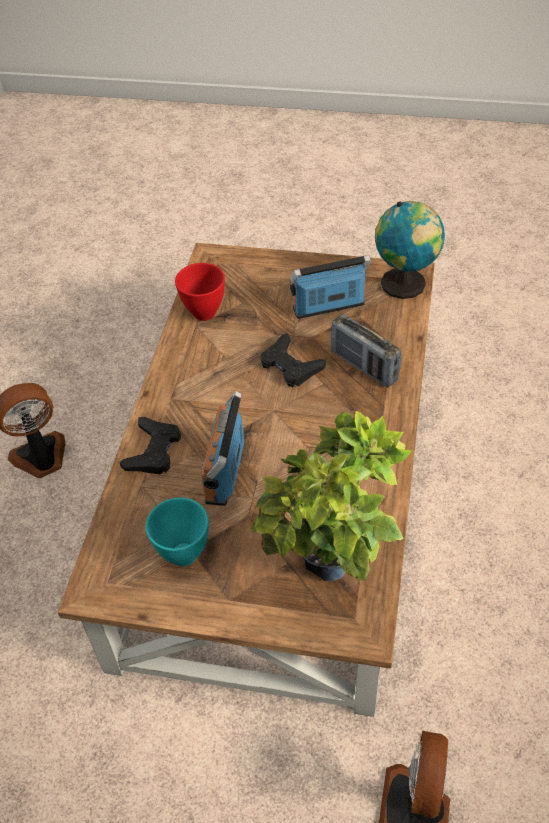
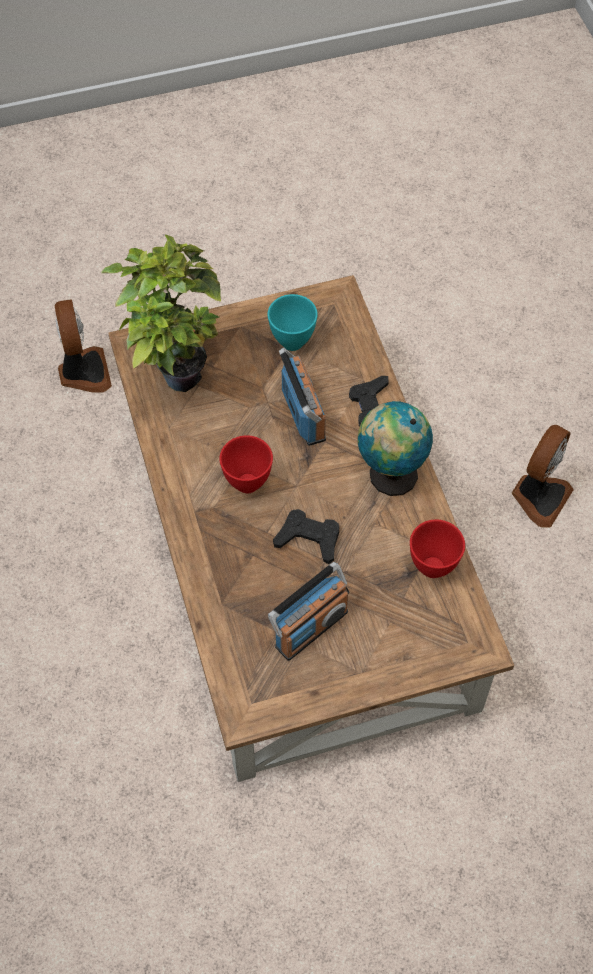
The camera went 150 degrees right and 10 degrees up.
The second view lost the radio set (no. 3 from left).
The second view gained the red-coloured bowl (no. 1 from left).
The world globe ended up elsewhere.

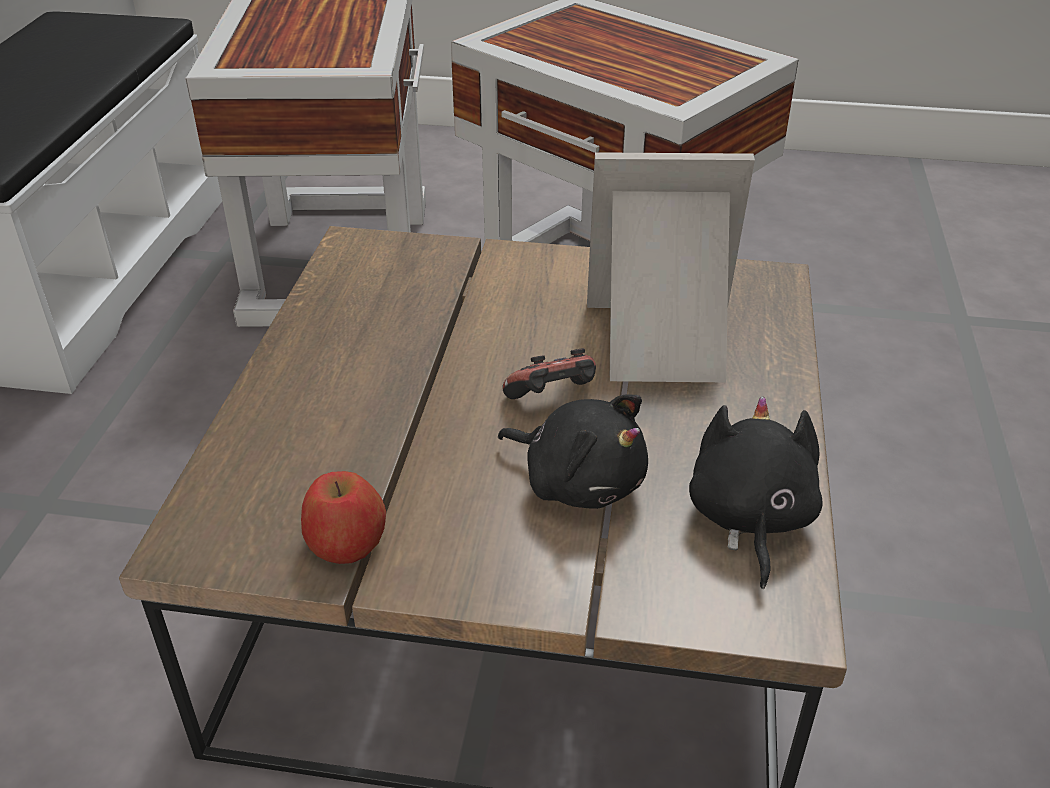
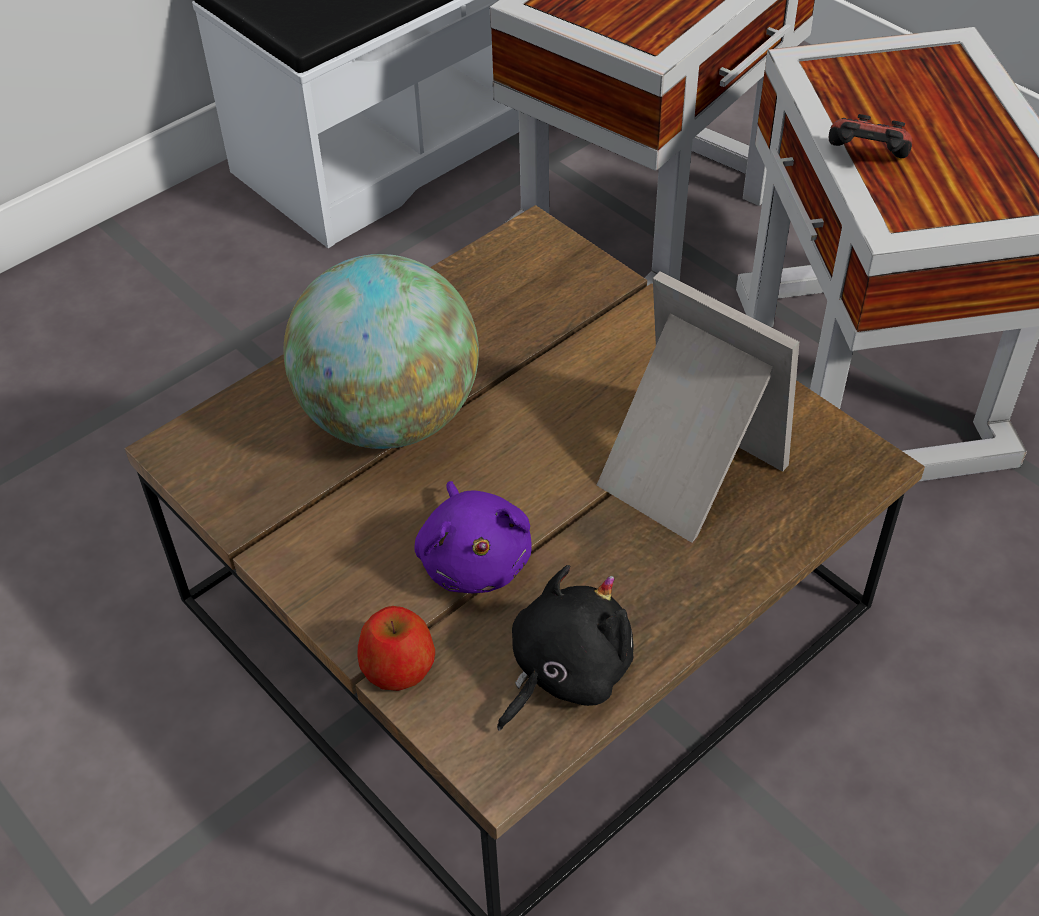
The camera went 40 degrees right and 10 degrees up.
The second view gained the world globe.
The whole apple ended up elsewhere.
The joypad ended up elsewhere.
What was the black-coloured cuddly toy (no. 1 from left) turned into the purple-coloured cuddly toy.

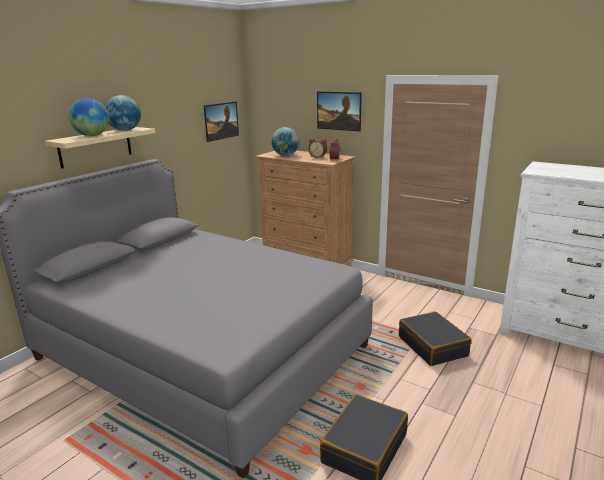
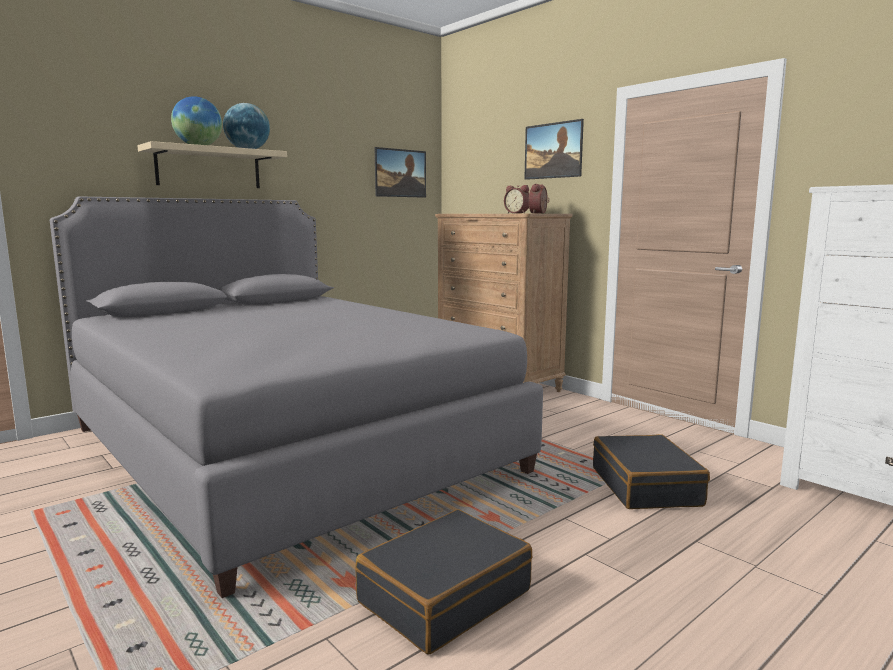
The camera went 15 degrees right and 10 degrees down.
The second view lost the world globe (no. 3 from left).

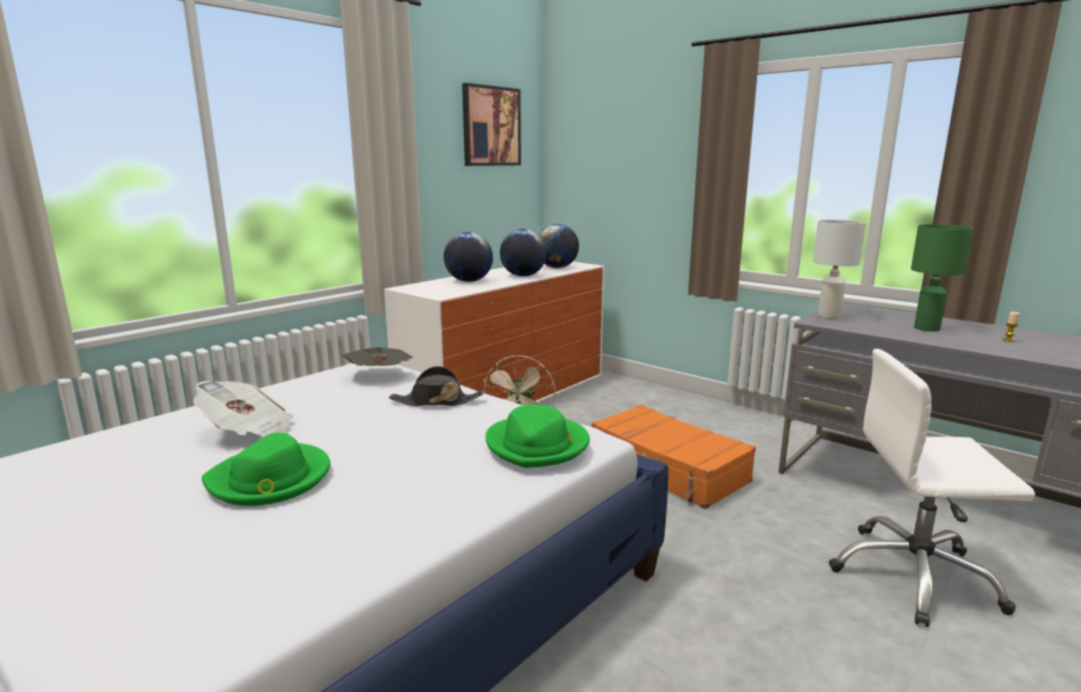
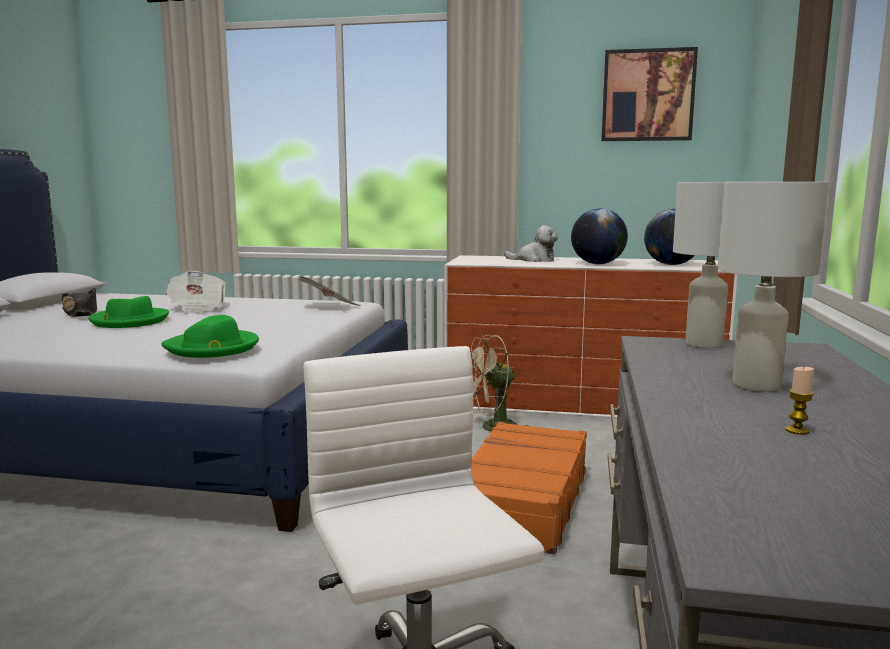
The camera went 60 degrees right and 5 degrees down.
The black-coloured hat ended up elsewhere.
Where the world globe (no. 1 from left) stood, the cuddly toy came to stand.
What was the green tabletop lamp turned into the whitish tabletop lamp (no. 2 from left).

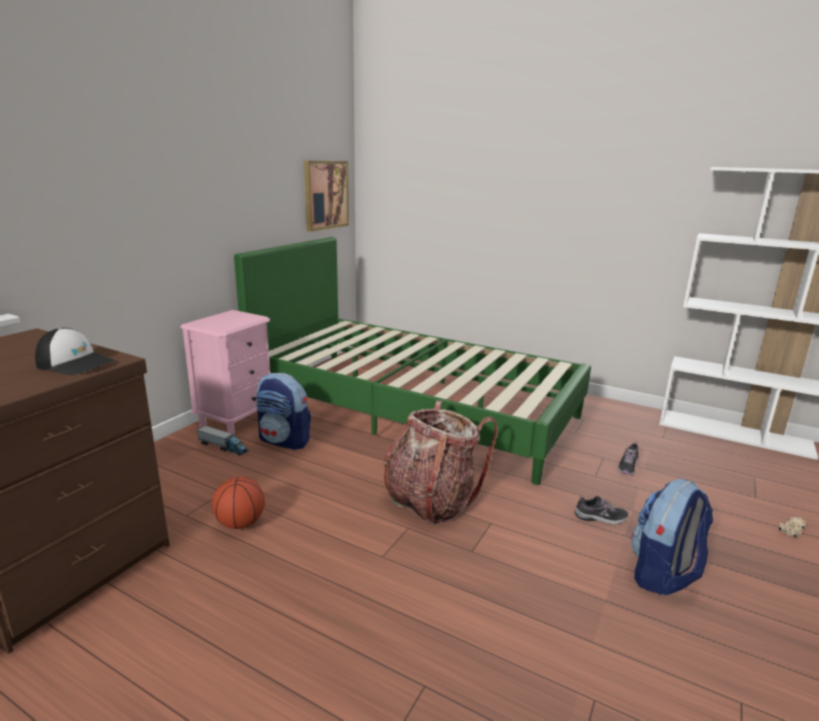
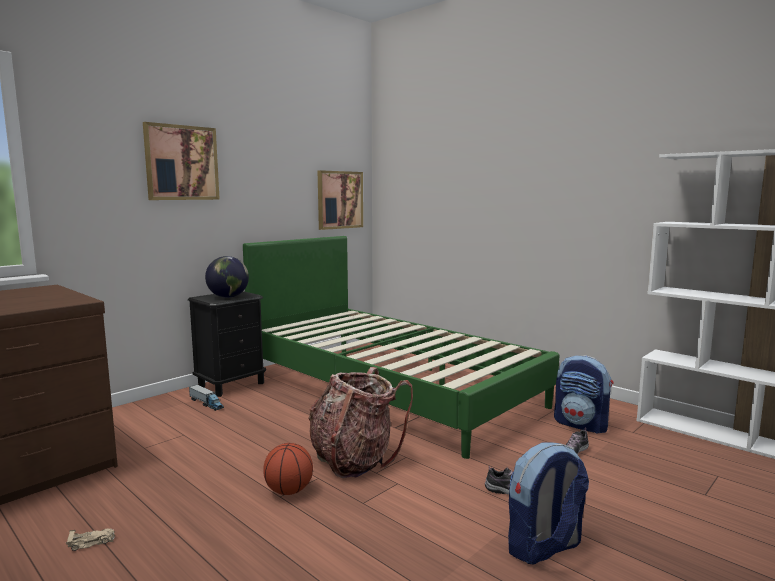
The camera went 15 degrees right and 10 degrees down.
The second view lost the peaked cap.
The second view gained the wall art (no. 1 from left).
The second view gained the world globe.
The basketball ended up elsewhere.
The rucksack (no. 1 from left in the first image) ended up elsewhere.
The beige-coloured model car ended up elsewhere.
What was the pink-coloured bedside table turned into the black-coloured bedside table.

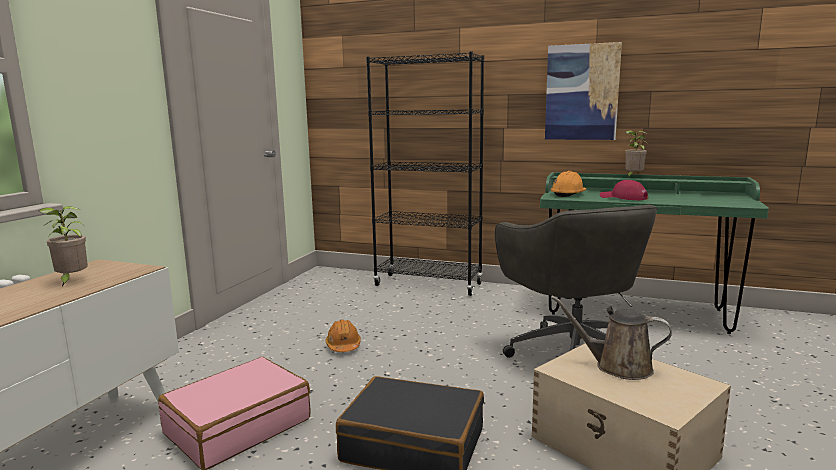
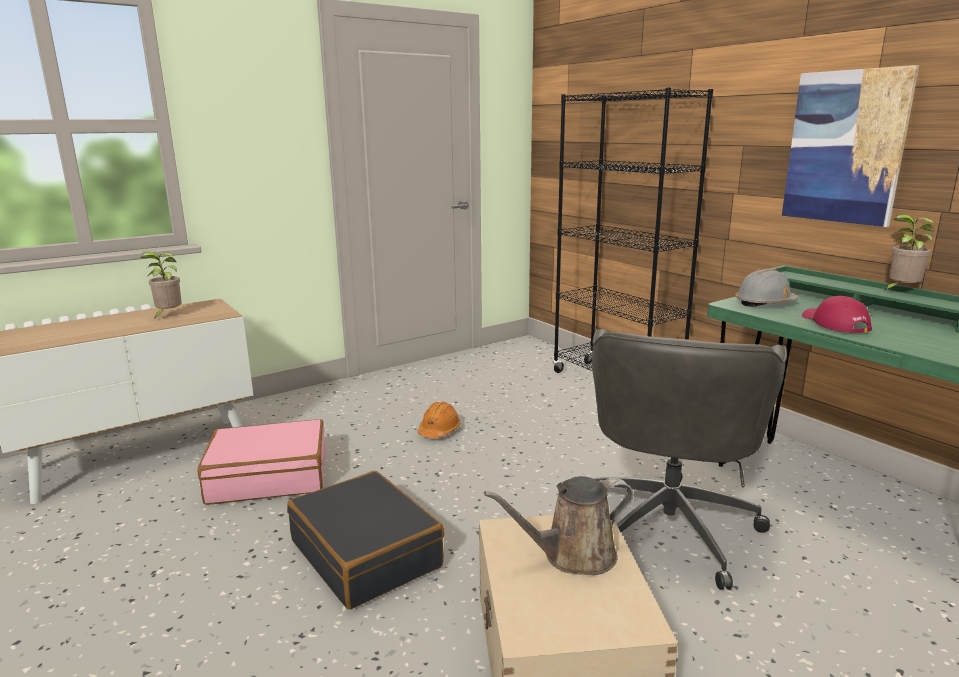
The camera went 35 degrees right and 5 degrees up.
What was the orange hard hat (no. 2 from left) turned into the greyish hard hat.
The brown-coloured watering can ended up facing another way, 75 degrees counterclockwise from before.

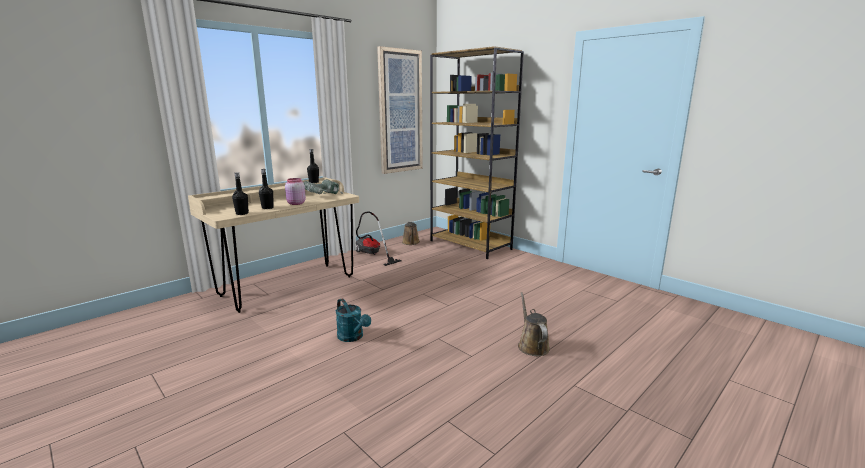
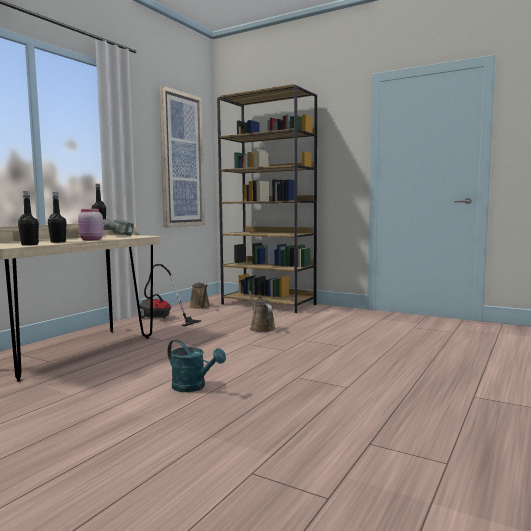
The camera went 15 degrees left and 10 degrees down.
The brown-coloured watering can (no. 2 from left) ended up elsewhere.

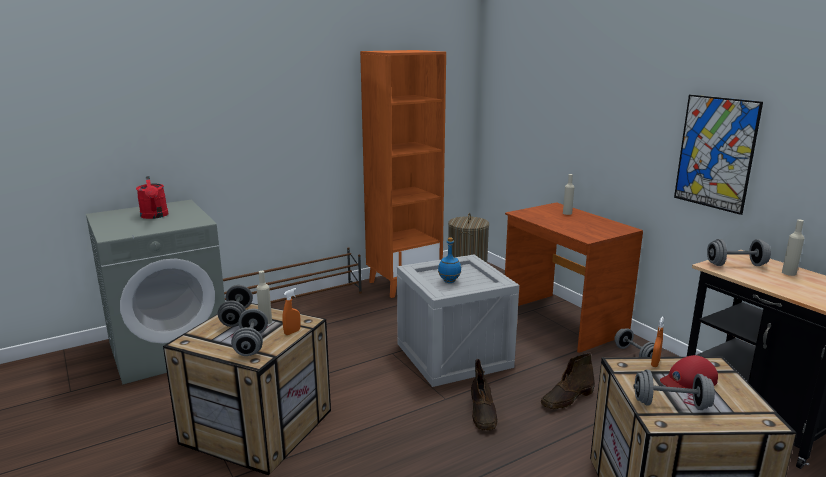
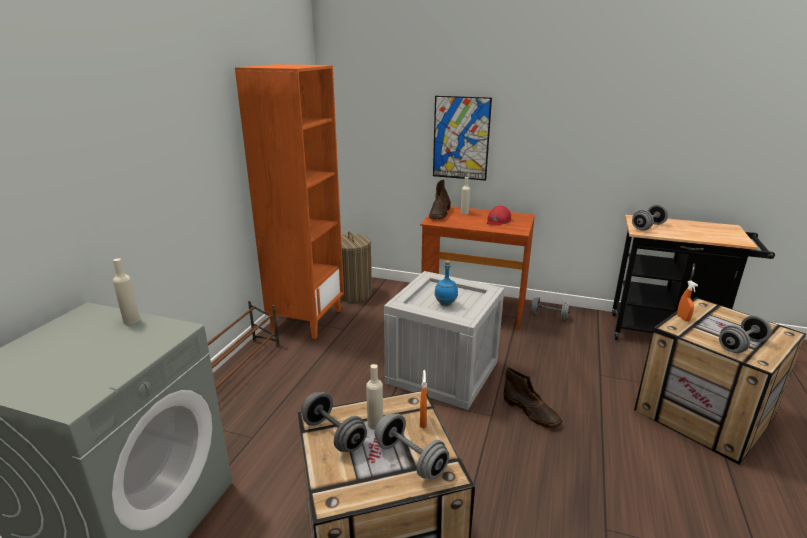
The camera went 40 degrees left and 5 degrees up.
The second view lost the red-coloured watering can.
The brown-coloured tall boot (no. 2 from left in the first image) ended up elsewhere.
The red-coloured peaked cap ended up elsewhere.
The wall art ended up elsewhere.
The beige-coloured bottle (no. 3 from left in the first image) ended up elsewhere.

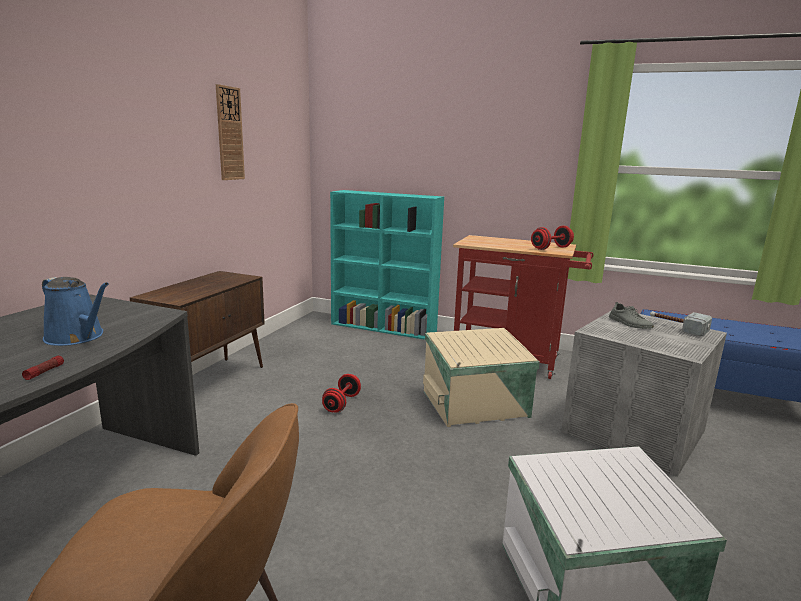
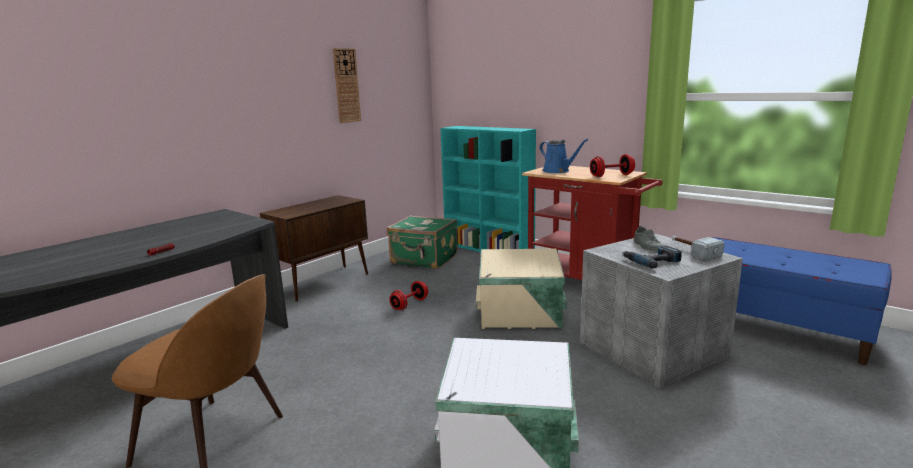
The camera went 20 degrees right and 0 degrees up.
The second view gained the green piece of luggage.
The second view gained the electric drill.
The blue-coloured watering can ended up elsewhere.

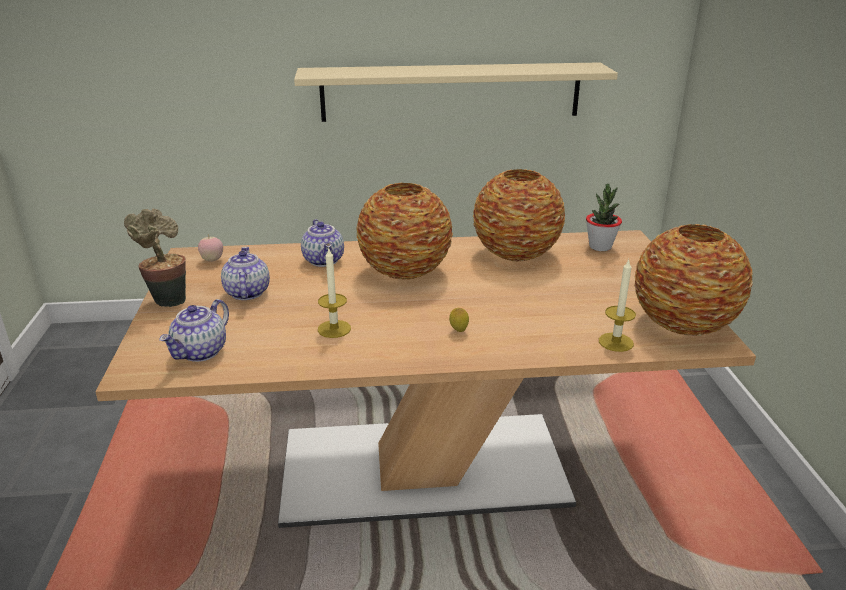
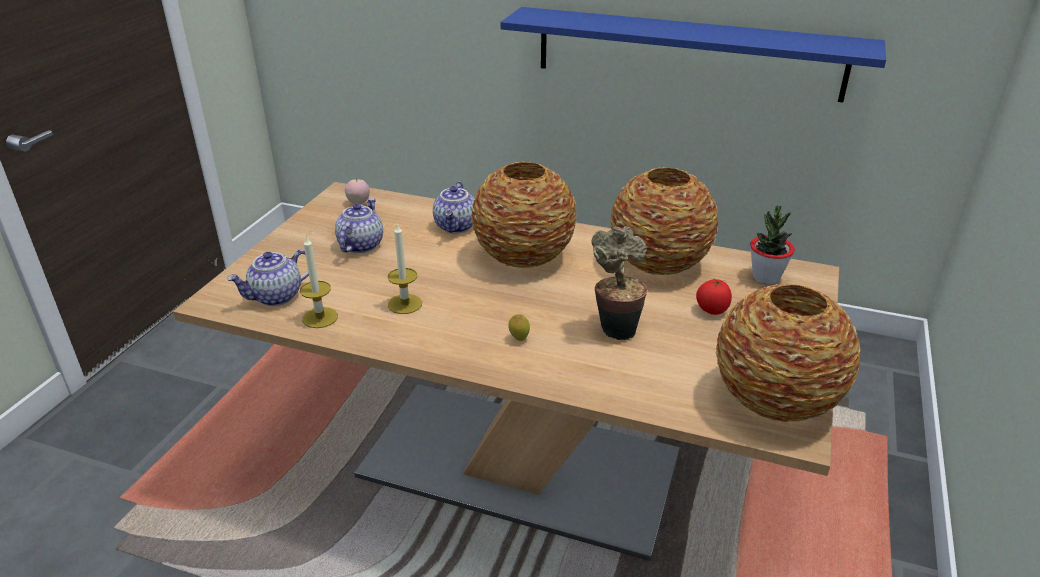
The camera went 25 degrees right and 5 degrees up.
The second view gained the whole tomato.
The potted plant (no. 1 from left) ended up elsewhere.
The wax light (no. 2 from left in the first image) ended up elsewhere.
What was the beige-coloured wall shelf turned into the blue-coloured wall shelf.

